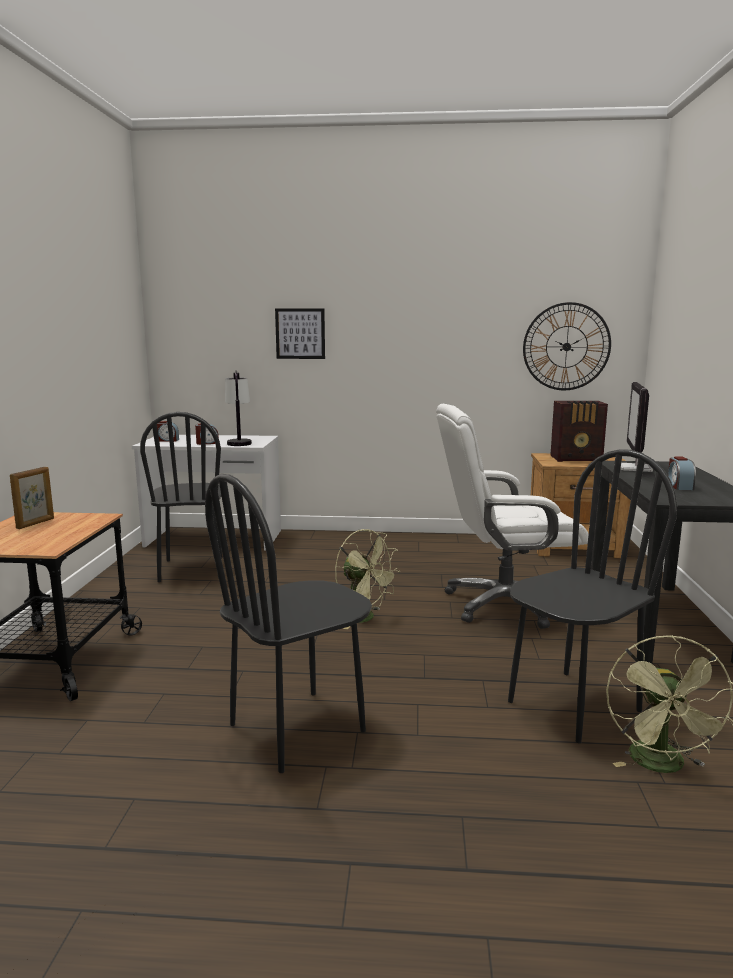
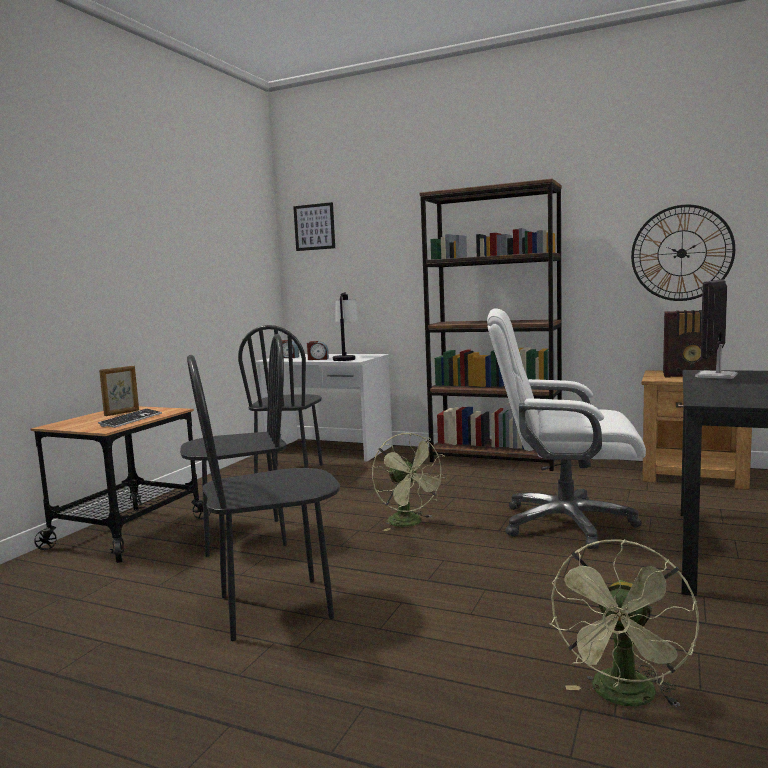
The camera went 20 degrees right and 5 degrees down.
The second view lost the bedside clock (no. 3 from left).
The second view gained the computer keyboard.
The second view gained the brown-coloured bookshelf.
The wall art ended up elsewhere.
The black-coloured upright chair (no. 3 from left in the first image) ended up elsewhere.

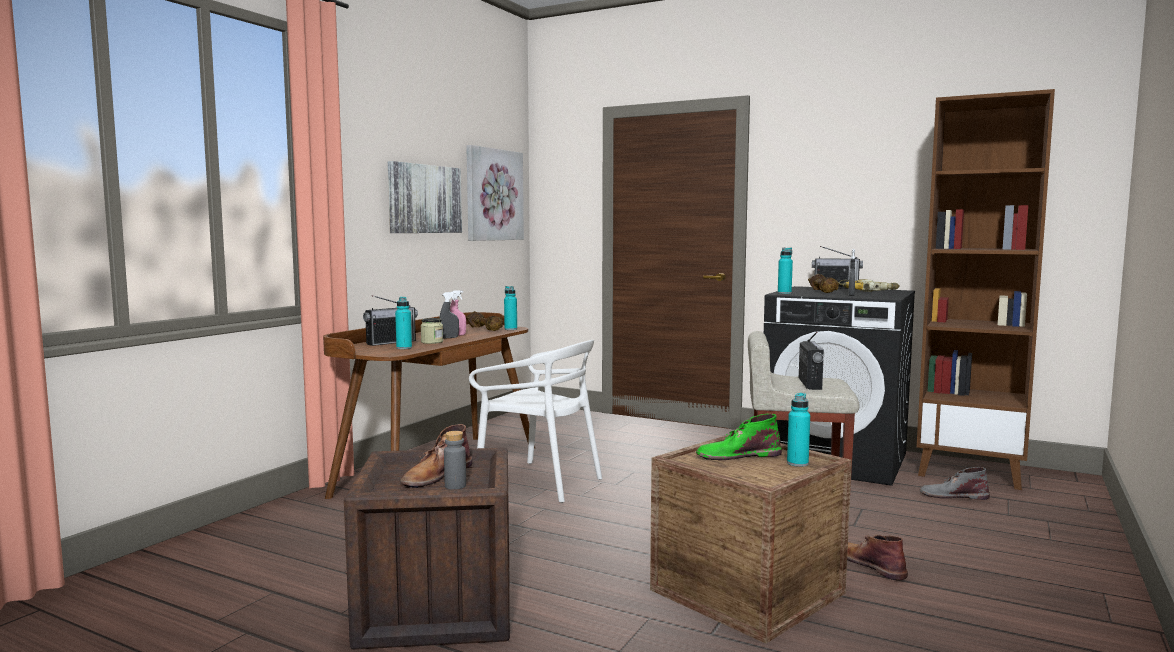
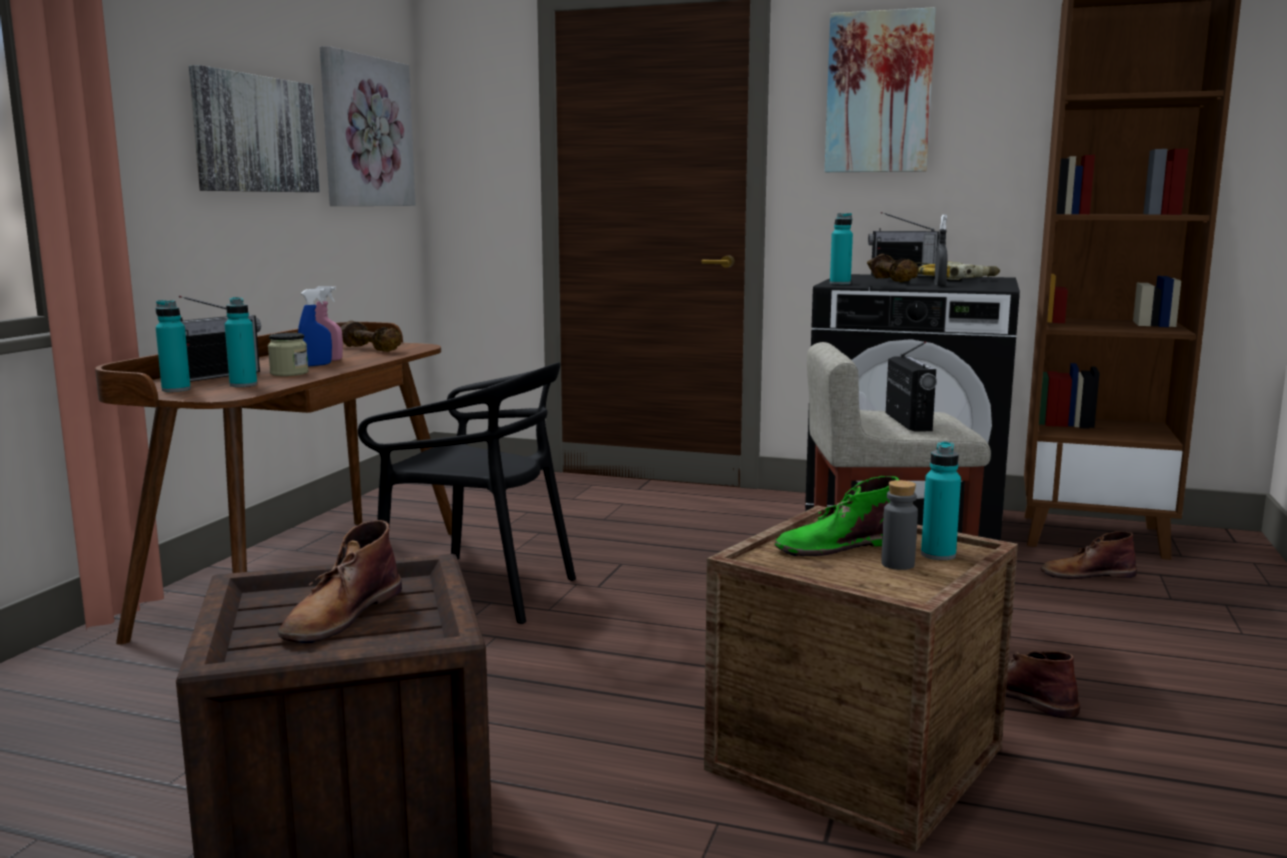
The camera went 10 degrees left and 5 degrees up.
The second view gained the wall art (no. 3 from left).
The greyish bottle ended up elsewhere.
The turquoise-coloured bottle (no. 2 from left in the first image) ended up elsewhere.
What was the greyish spray bottle (no. 1 from left) turned into the blue-coloured spray bottle.
What was the whitish upright chair turned into the black-coloured upright chair.
What was the greyish tall boot turned into the brown-coloured tall boot (no. 3 from left).

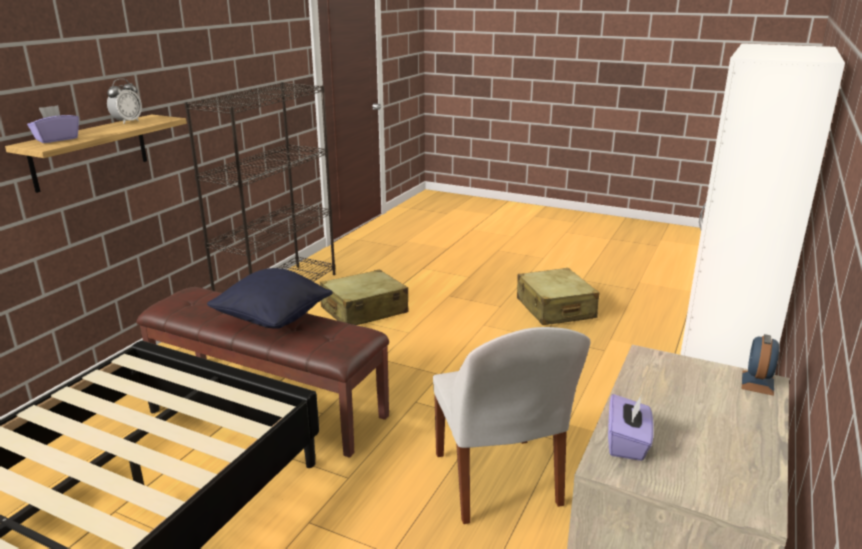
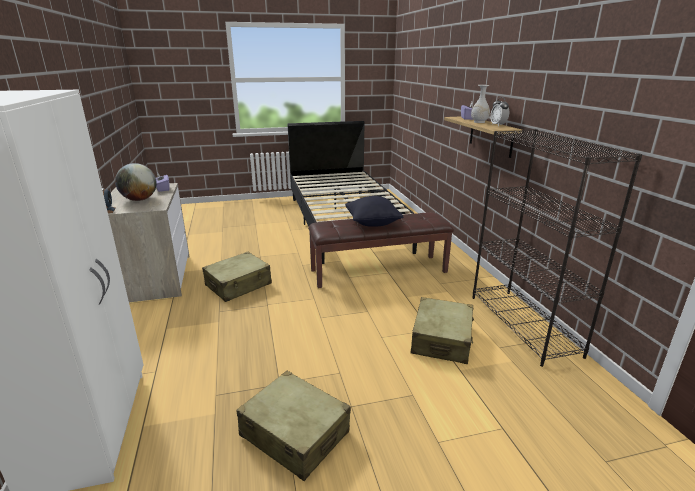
The camera went 140 degrees right and 0 degrees up.
The second view gained the world globe.
The second view gained the whitish flower vase.
Where the whitish upright chair stood, the beige-coloured piece of luggage (no. 1 from left) came to stand.

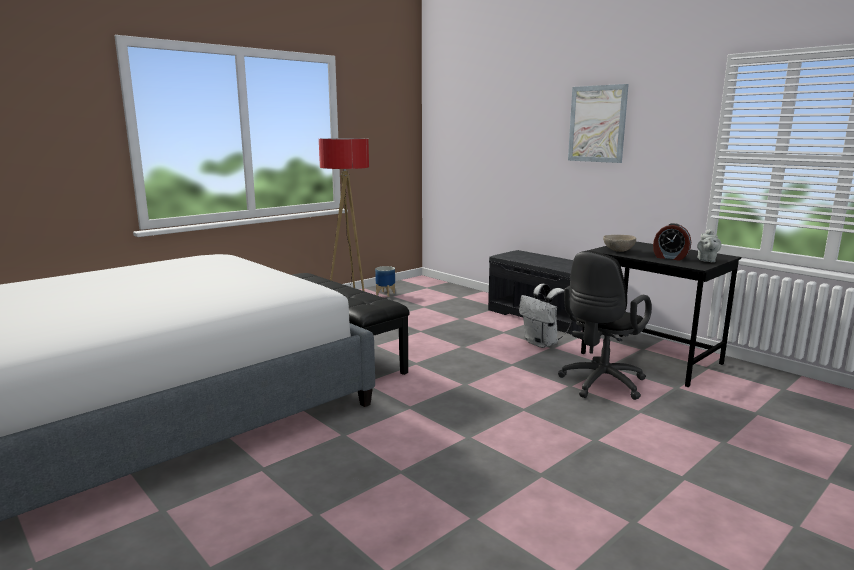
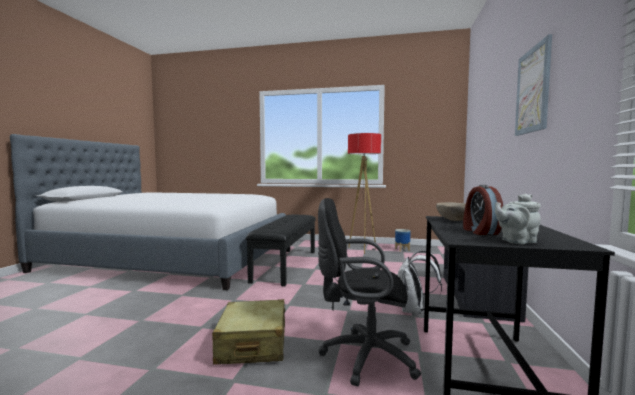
The camera went 55 degrees right and 10 degrees down.
The second view gained the beige-coloured piece of luggage.

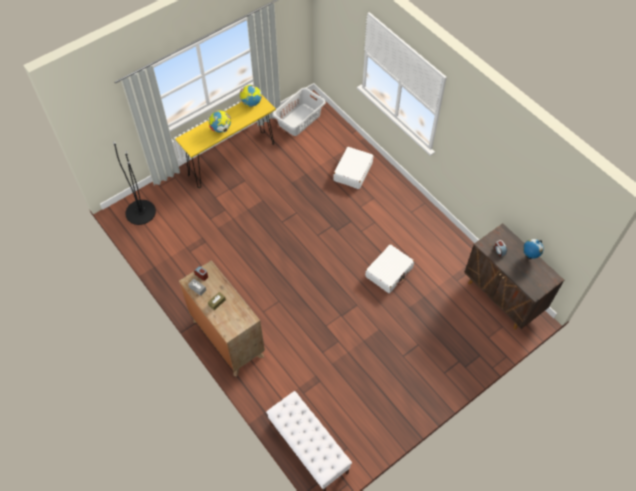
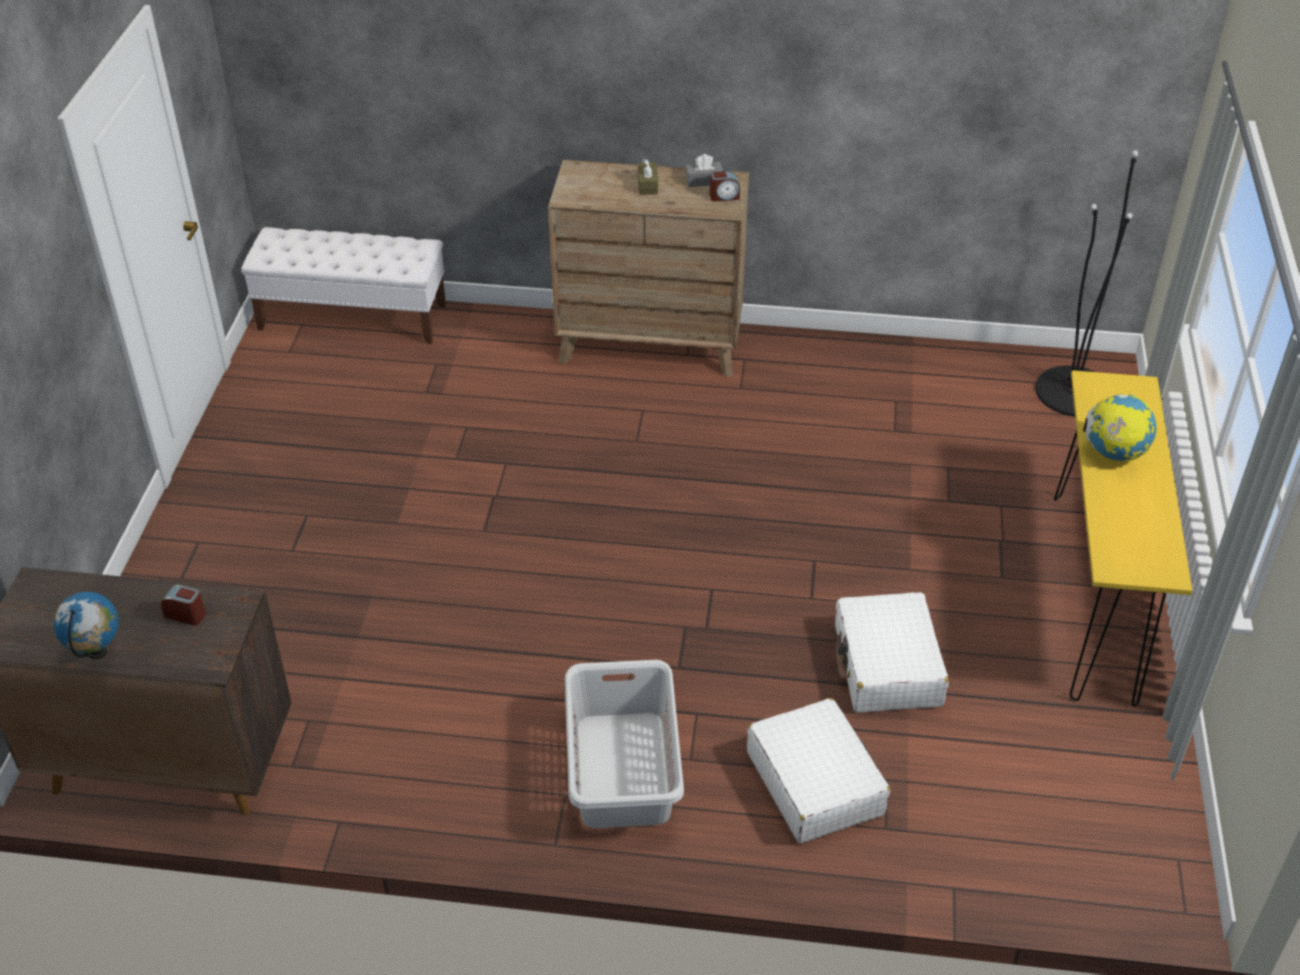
The camera went 135 degrees right and 15 degrees down.
The second view lost the world globe (no. 2 from left).
The greyish hamper ended up elsewhere.
The whitish piece of luggage (no. 2 from left) ended up elsewhere.

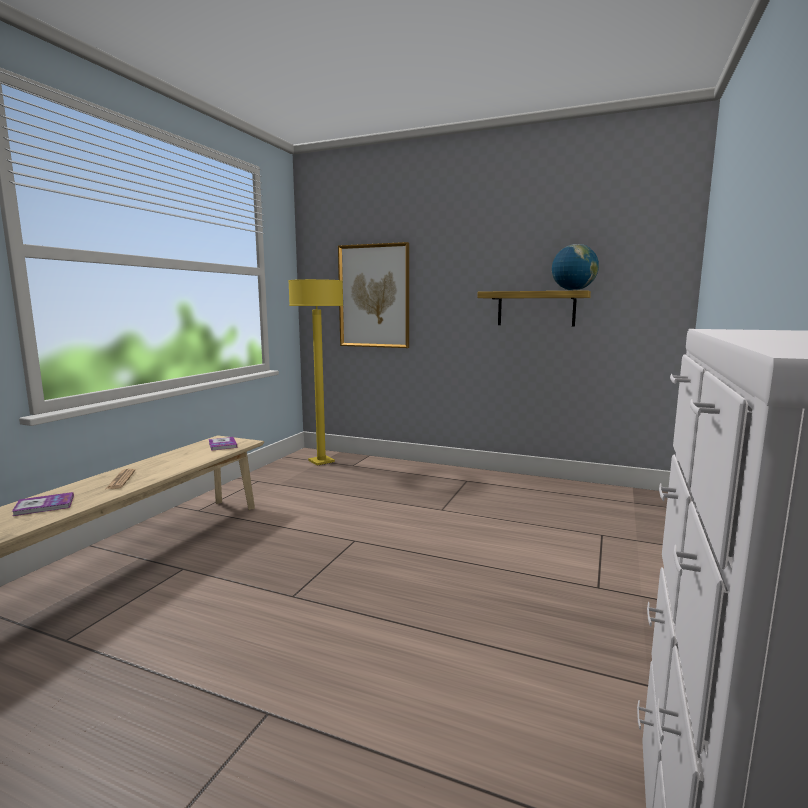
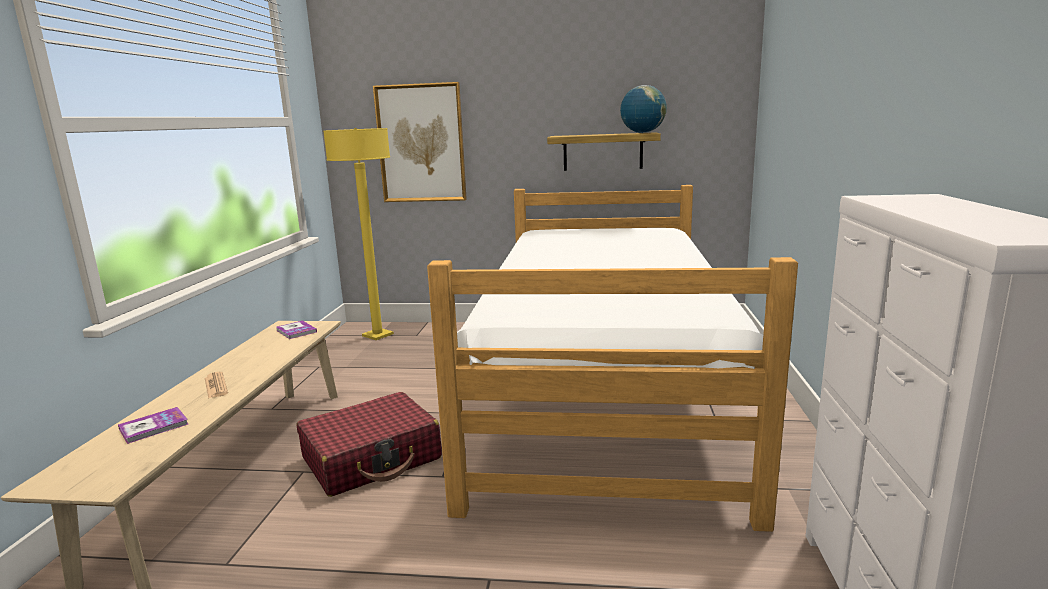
The camera went 15 degrees left and 5 degrees up.
The second view gained the red-coloured piece of luggage.
The second view gained the bedroom bed.

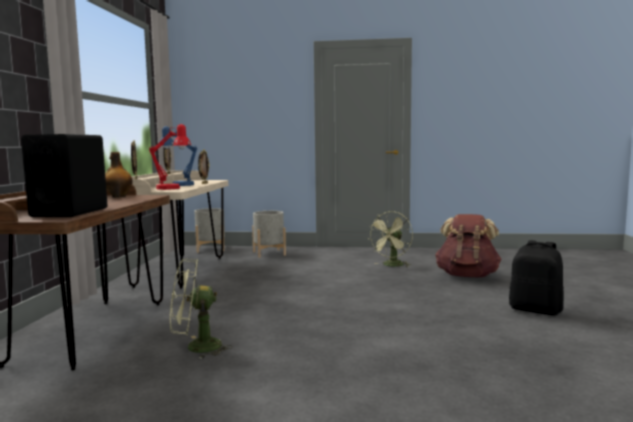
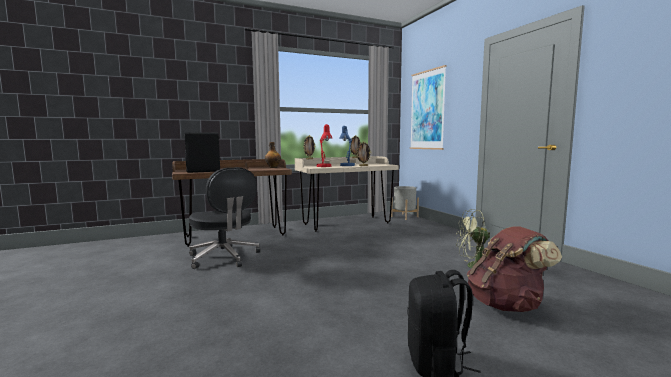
The camera went 60 degrees right and 0 degrees up.
The second view lost the greyish plant pot (no. 2 from left).
The second view gained the wall art.
Where the green fan (no. 1 from left) stood, the black-coloured desk chair came to stand.

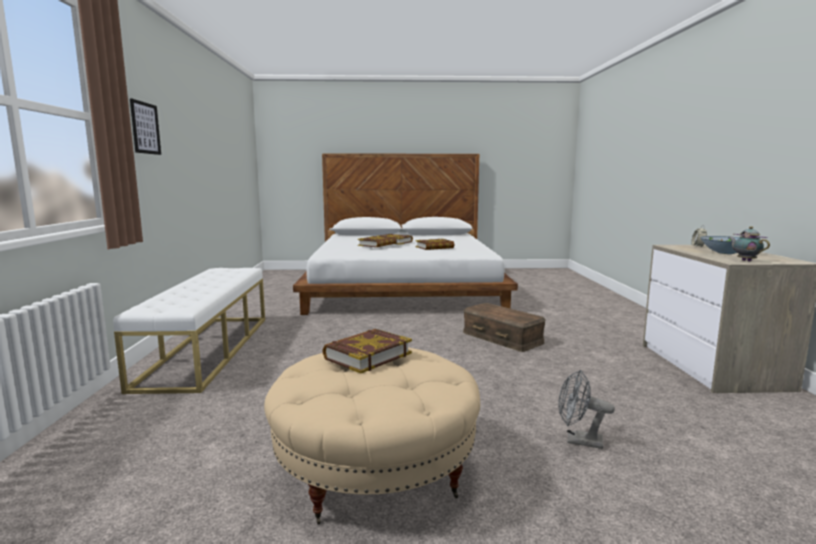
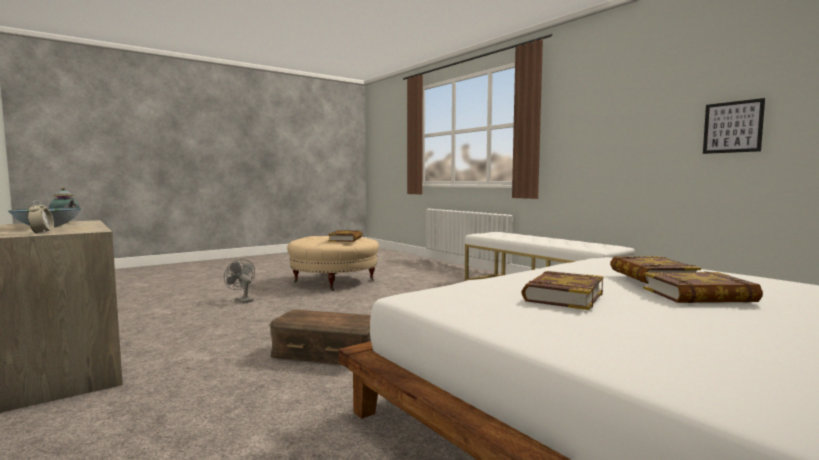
The camera went 145 degrees right and 5 degrees down.
The wall art ended up elsewhere.
The greyish fan ended up facing another way, 120 degrees counterclockwise from before.

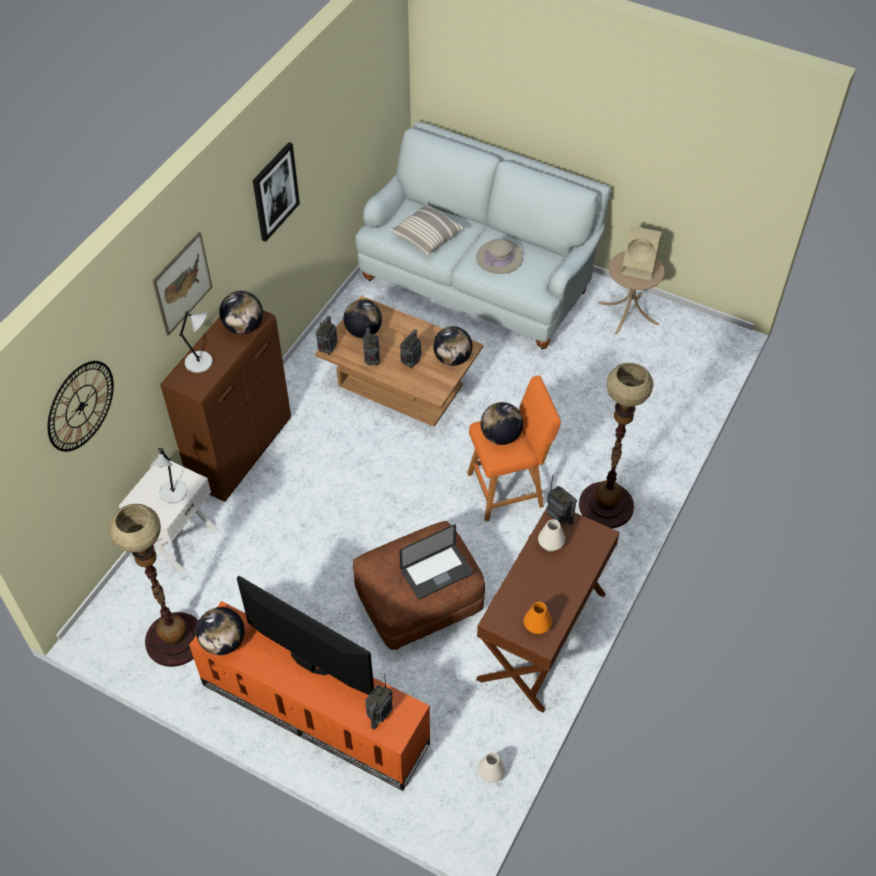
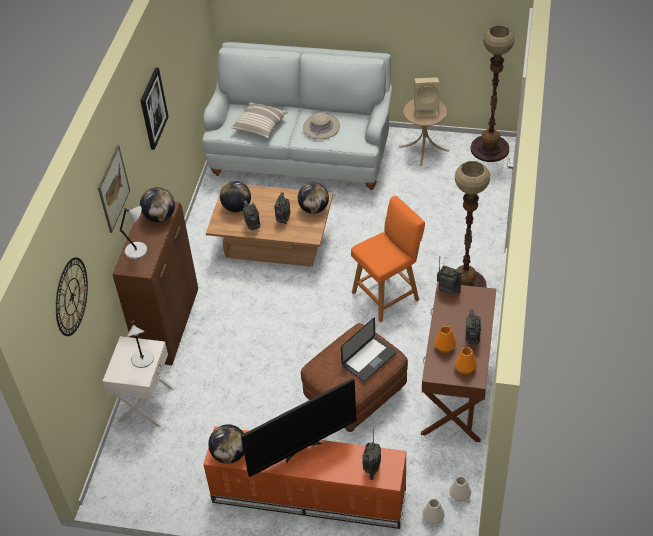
The camera went 15 degrees left and 5 degrees down.
The second view lost the world globe (no. 5 from left).
The second view gained the orange flower vase (no. 1 from left).
The floor lamp (no. 1 from left in the first image) ended up elsewhere.
The radio set (no. 1 from left in the first image) ended up elsewhere.
The whitish flower vase (no. 2 from left in the first image) ended up elsewhere.
The television ended up facing another way, 135 degrees clockwise from before.

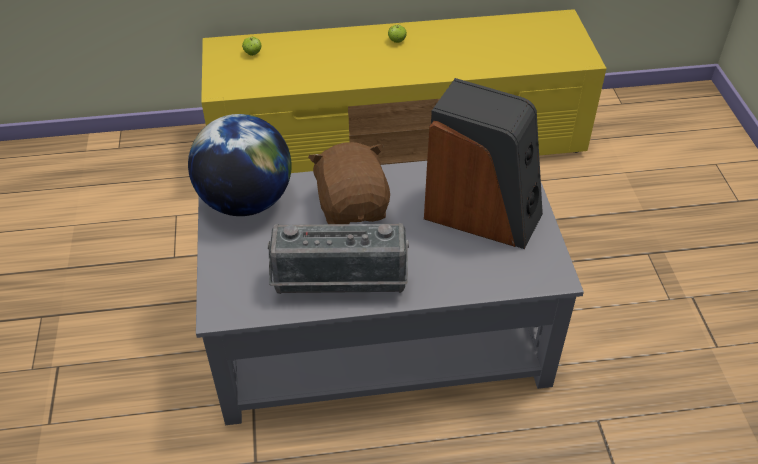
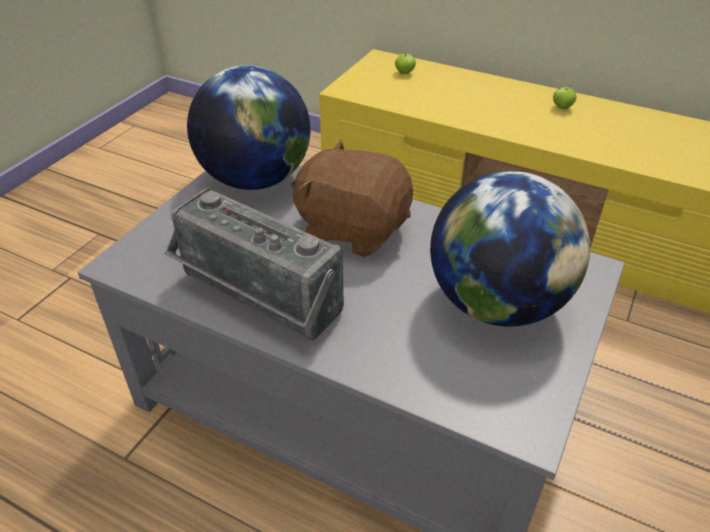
The camera went 35 degrees right and 5 degrees down.
Where the audio speaker stood, the world globe (no. 2 from left) came to stand.
The brown-coloured cuddly toy ended up facing another way, 90 degrees counterclockwise from before.

